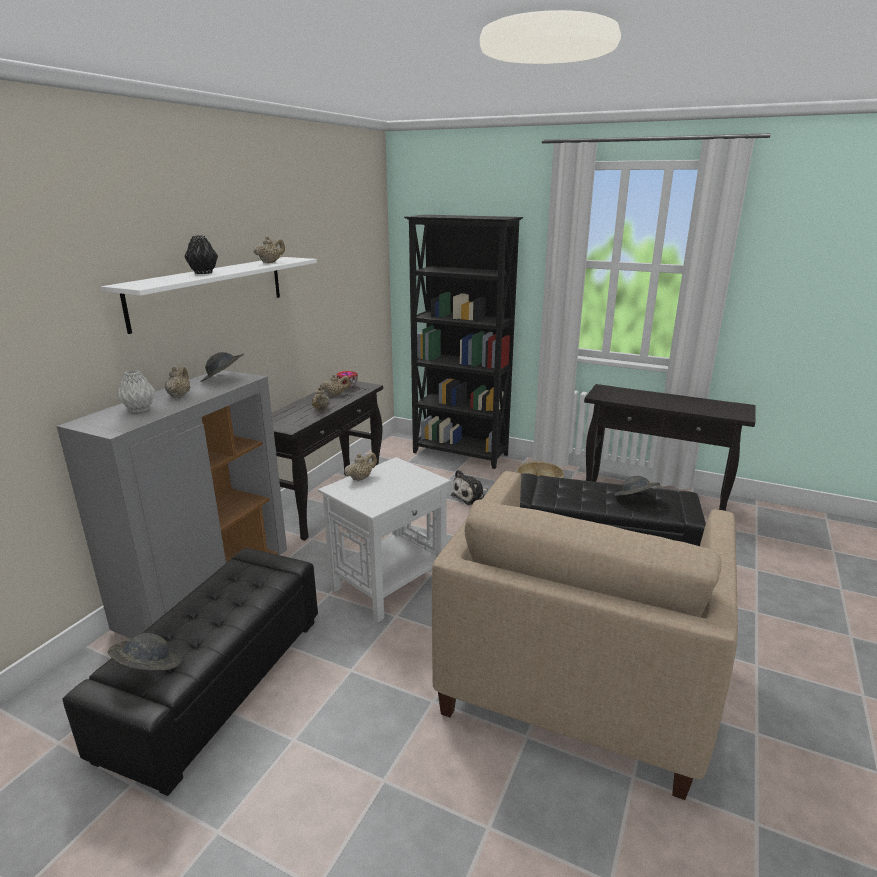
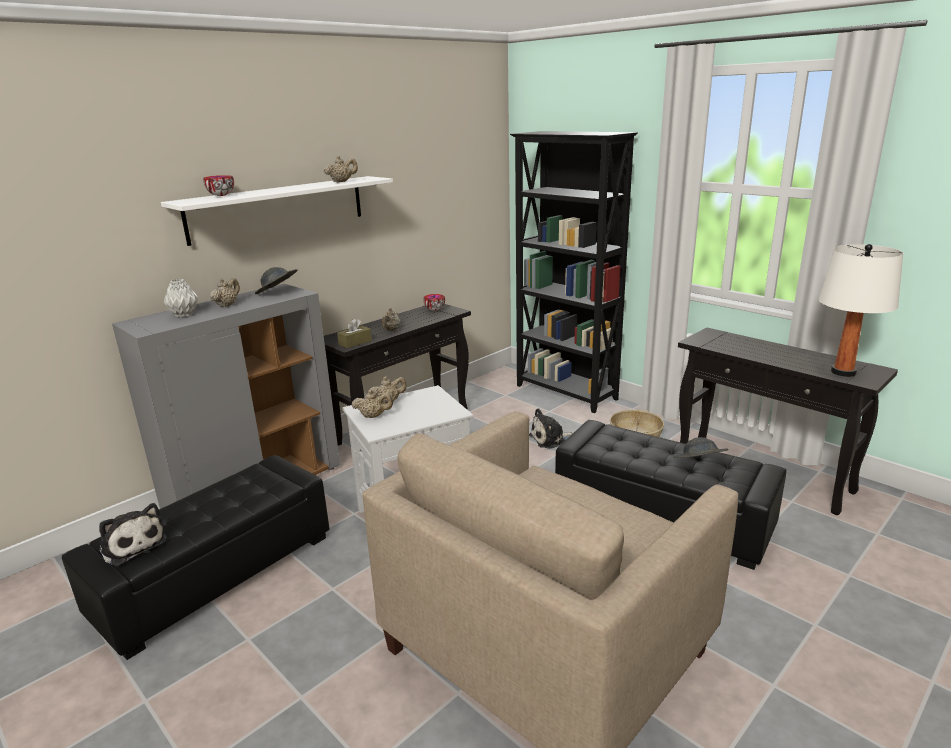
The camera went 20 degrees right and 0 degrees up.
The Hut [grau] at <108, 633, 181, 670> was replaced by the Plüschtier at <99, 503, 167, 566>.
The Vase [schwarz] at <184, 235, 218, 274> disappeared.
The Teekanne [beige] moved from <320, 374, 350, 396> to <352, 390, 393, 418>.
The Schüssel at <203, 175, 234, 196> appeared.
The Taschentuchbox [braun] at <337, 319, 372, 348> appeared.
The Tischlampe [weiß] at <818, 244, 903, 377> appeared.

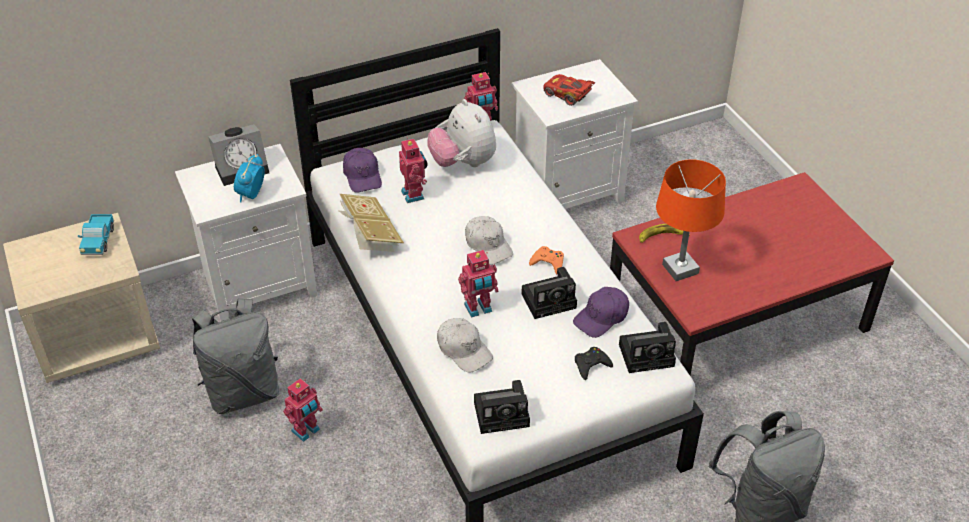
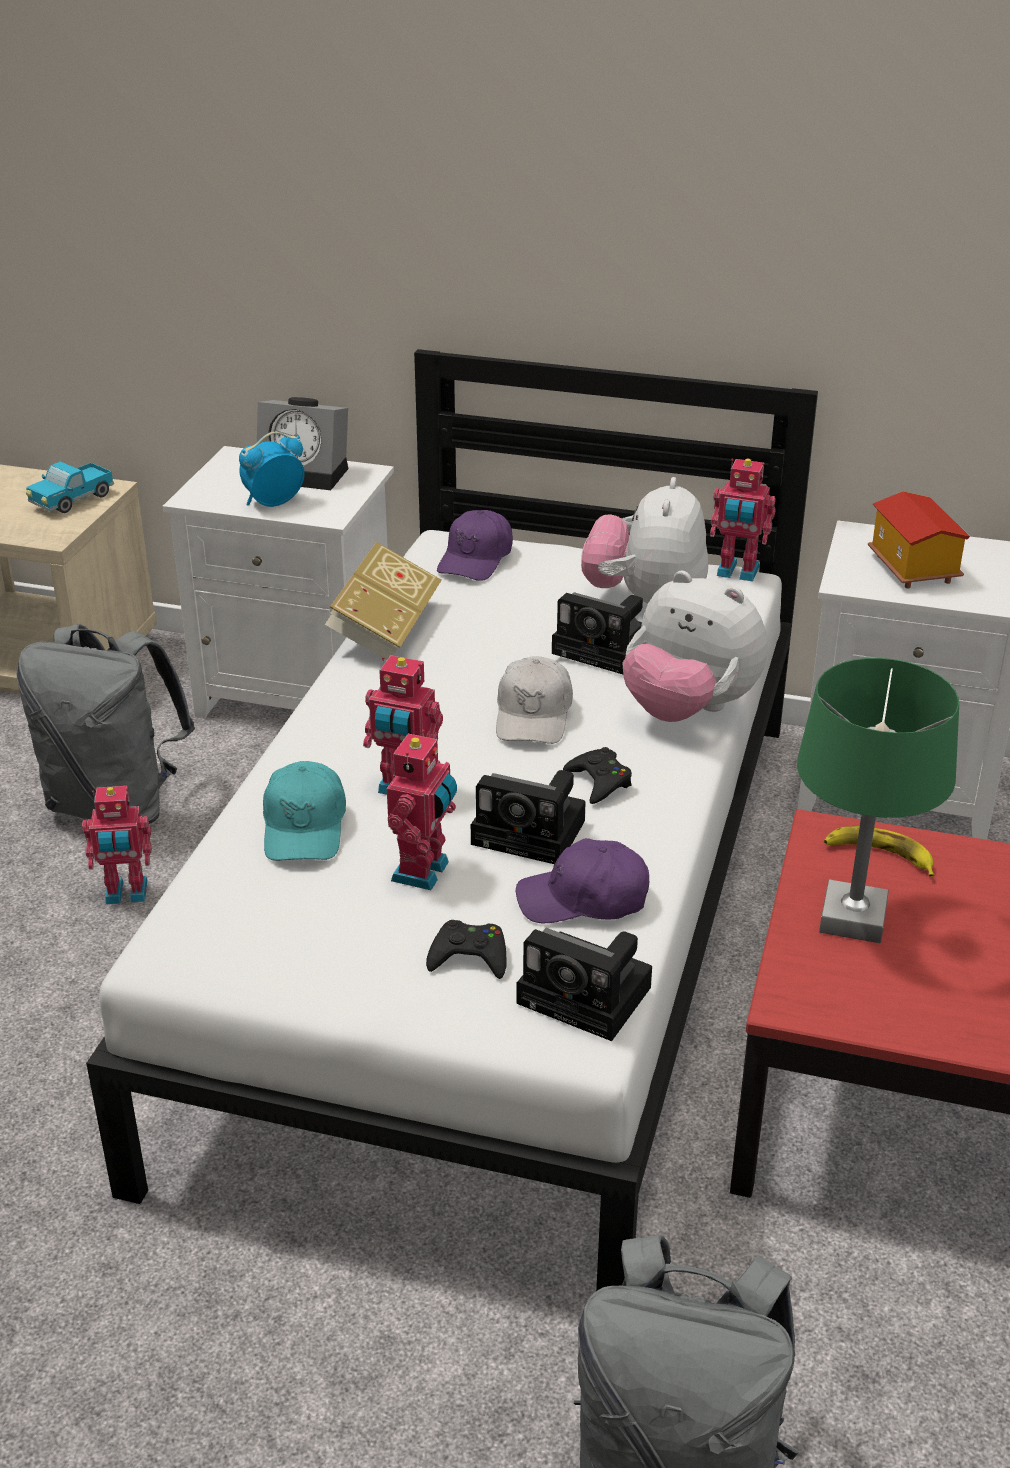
The camera went 40 degrees right and 10 degrees down.
The Spielzeugroboter moved from <399, 137, 428, 203> to <387, 730, 457, 890>.
The Kappe [weiß] at <437, 318, 493, 372> became the Kappe [türkis] at <263, 761, 346, 861>.
The Kamera moved from <474, 380, 530, 434> to <552, 592, 643, 674>.
The Gamepad [orange] at <529, 246, 564, 274> became the Gamepad [schwarz] at <563, 747, 632, 804>.
The Spielzeugauto [rot] at <543, 74, 596, 106> was replaced by the Spielzeughaus at <868, 491, 970, 588>.
The Tischlampe [orange] at <656, 159, 726, 281> became the Tischlampe [grün] at <797, 658, 959, 943>.
The Plüschtier at <623, 571, 768, 722> appeared.

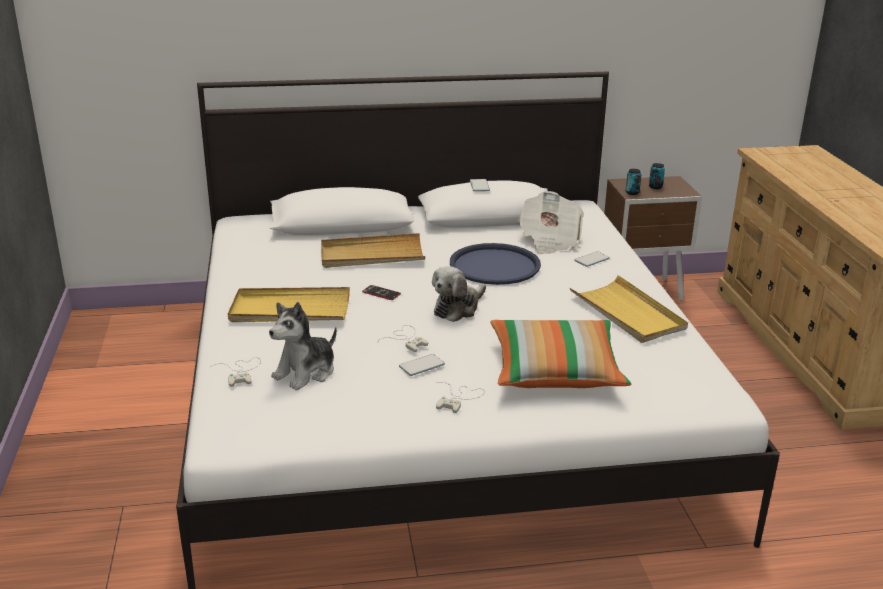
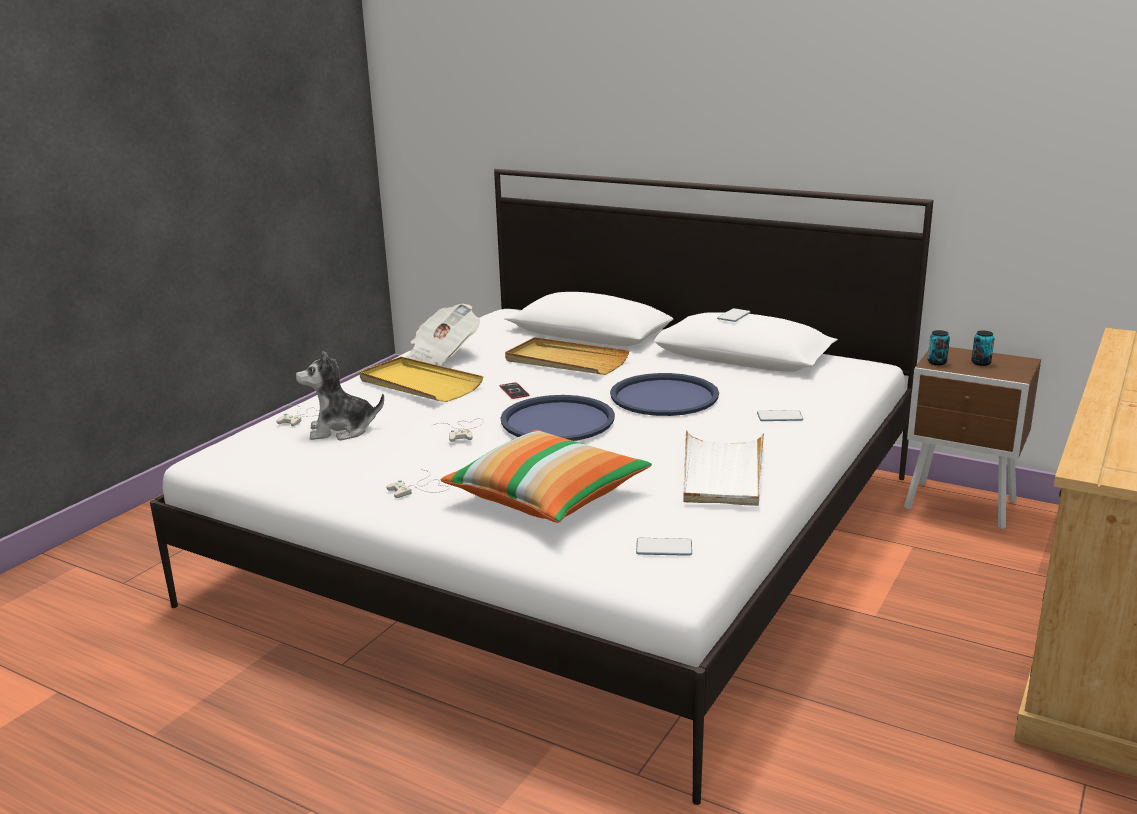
The camera went 40 degrees right and 5 degrees down.
The Handy moved from <399, 354, 445, 376> to <636, 538, 692, 556>.
The Plüschtier at <432, 266, 486, 322> was replaced by the Tablett [blau] at <500, 395, 615, 441>.
The Zeitung moved from <518, 191, 584, 254> to <406, 304, 480, 364>.
The Tablett [gelb] at <570, 275, 688, 343> became the Tablett [weiß] at <683, 430, 764, 506>.

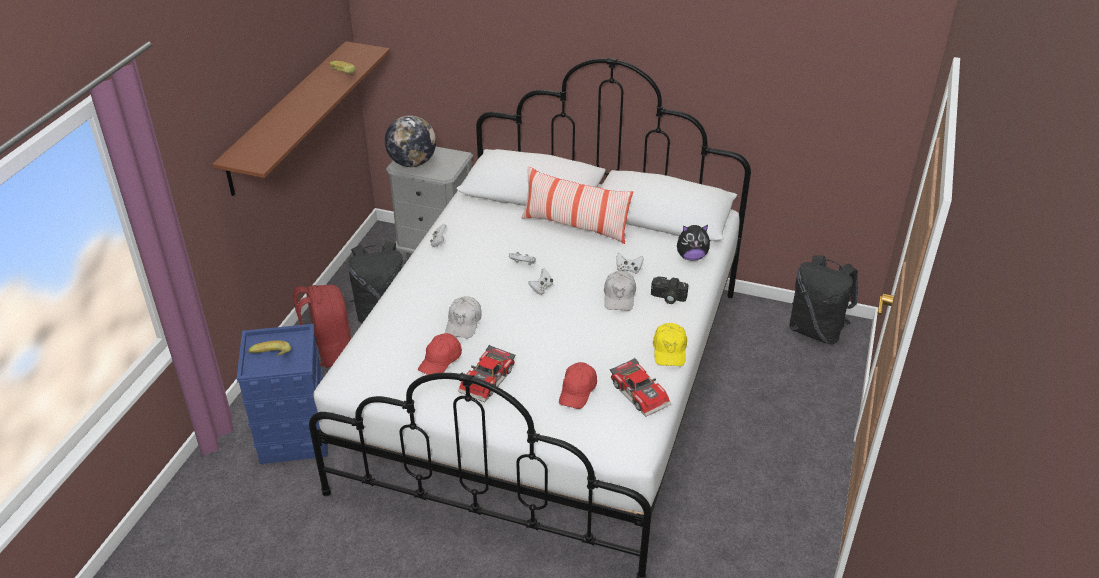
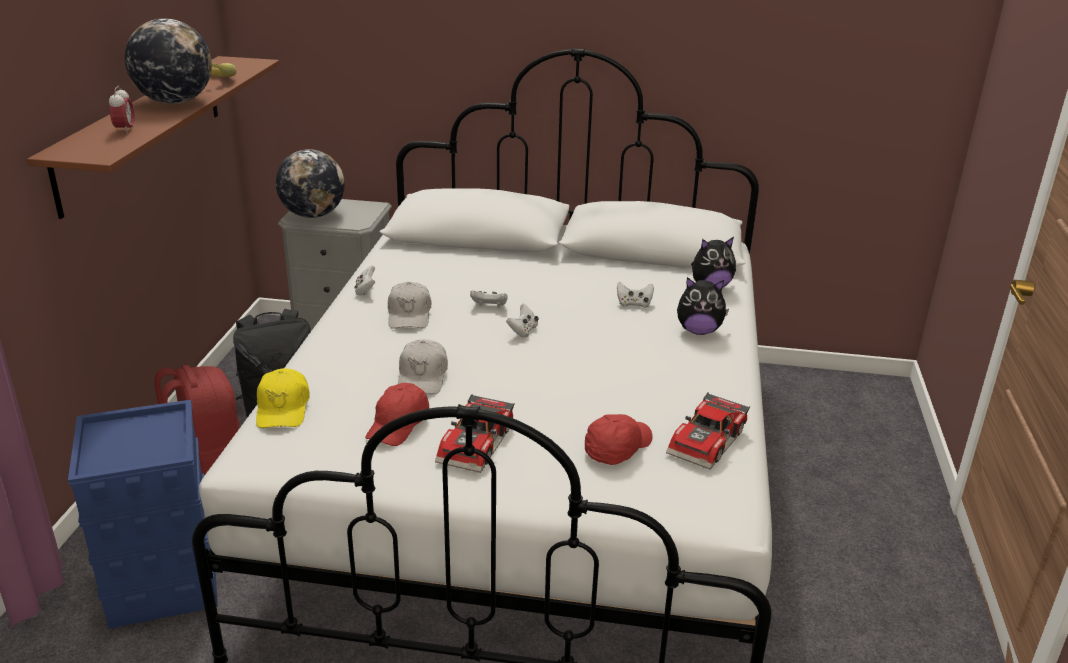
The camera went 10 degrees left and 10 degrees down.
The Banane at <248, 340, 291, 357> disappeared.
The Kissen at <521, 166, 633, 244> disappeared.
The Kappe [rot] at <559, 362, 597, 409> turned 150 degrees counterclockwise.
The Kappe [weiß] moved from <604, 271, 636, 311> to <388, 282, 431, 329>.
The Spielzeugauto at <610, 358, 671, 417> turned 75 degrees clockwise.
The Kamera at <651, 276, 689, 304> was replaced by the Plüschtier at <677, 277, 729, 335>.
The Kappe [gelb] moved from <653, 323, 687, 366> to <256, 368, 310, 428>.
The Rucksack [schwarz] at <789, 255, 858, 344> disappeared.
The Wecker at <109, 86, 134, 134> appeared.
The Globus at <125, 18, 212, 104> appeared.

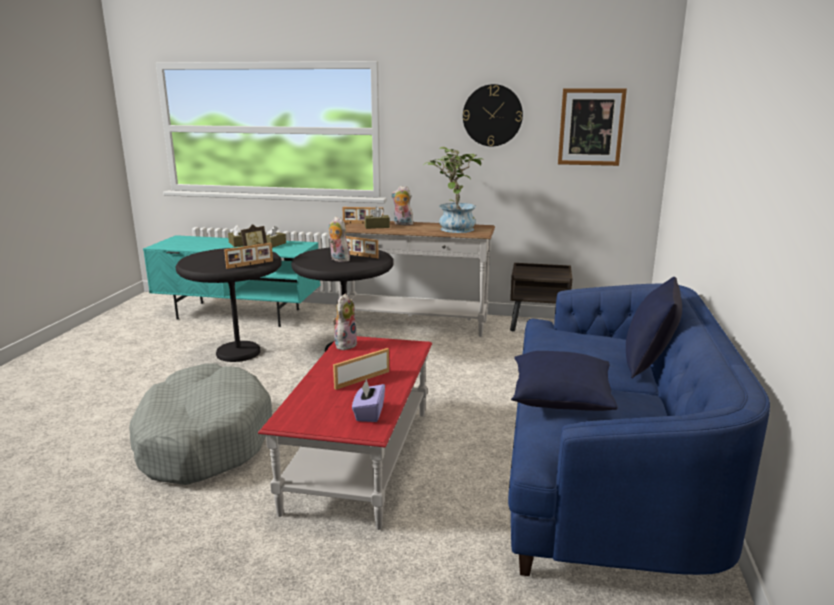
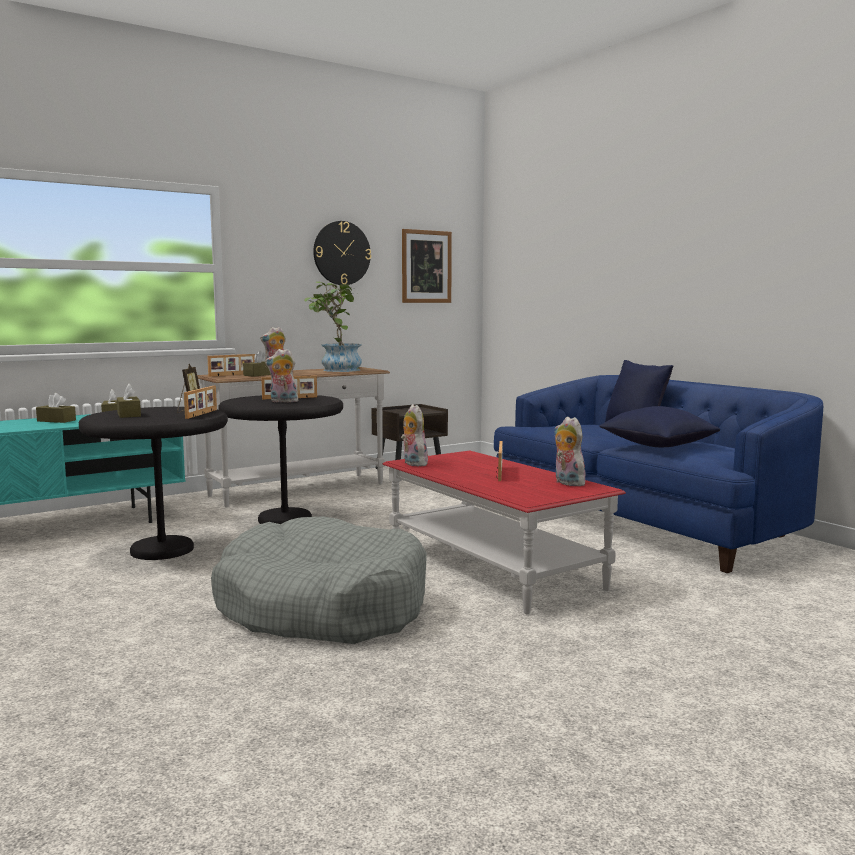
The camera went 45 degrees left and 10 degrees down.
The Taschentuchbox [lila] at <352, 379, 385, 422> was replaced by the Plüschtier at <555, 417, 585, 486>.
The Taschentuchbox [braun] at <117, 384, 141, 418> appeared.

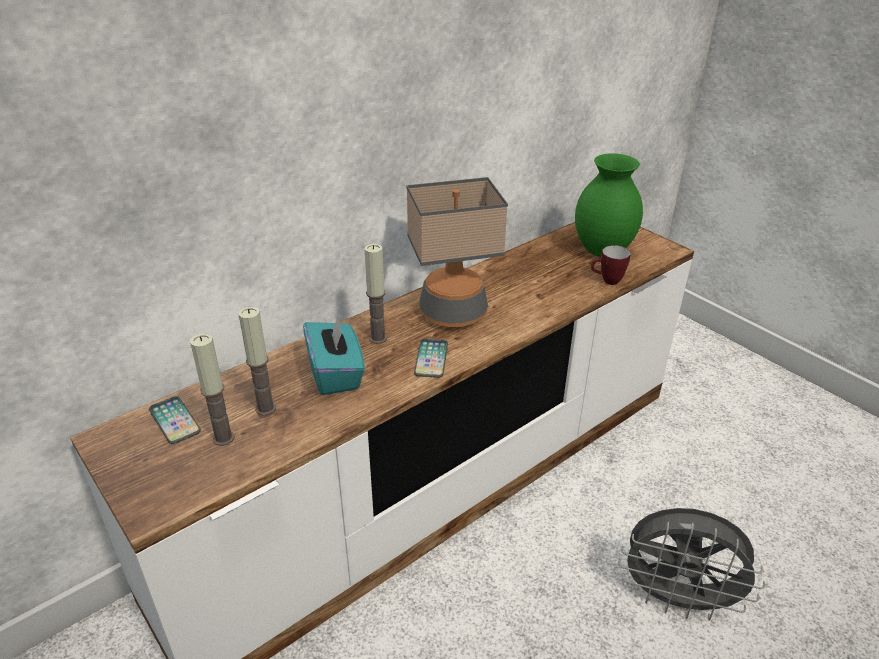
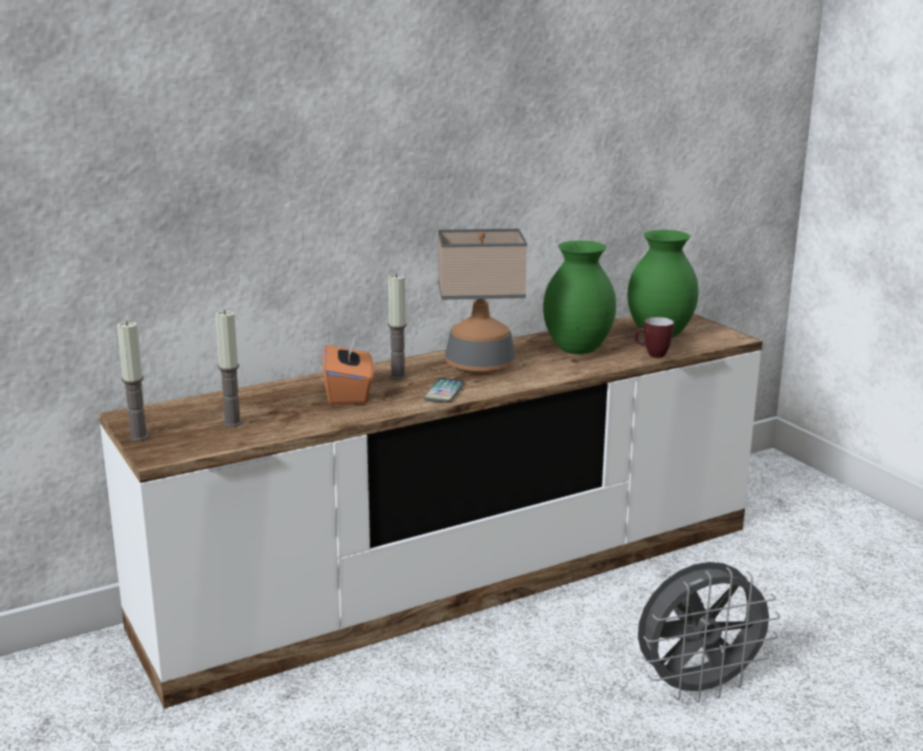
The camera went 10 degrees right and 15 degrees down.
The Handy at <149, 396, 201, 444> disappeared.
The Kerze moved from <238, 307, 276, 416> to <117, 321, 149, 441>.
The Taschentuchbox [türkis] at <303, 316, 365, 395> became the Taschentuchbox [orange] at <322, 334, 373, 405>.
The Ventilator [grau] at <618, 508, 765, 621> turned 45 degrees counterclockwise.
The Vase [grün] at <543, 241, 616, 354> appeared.

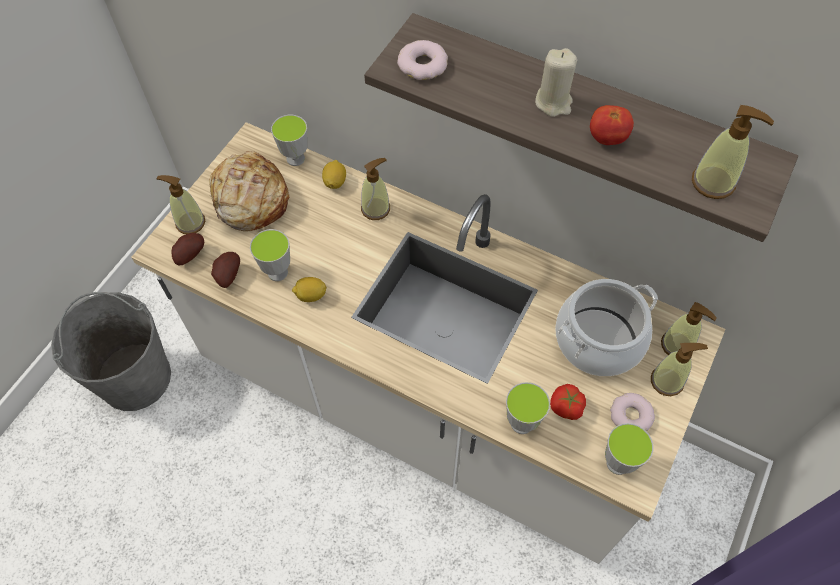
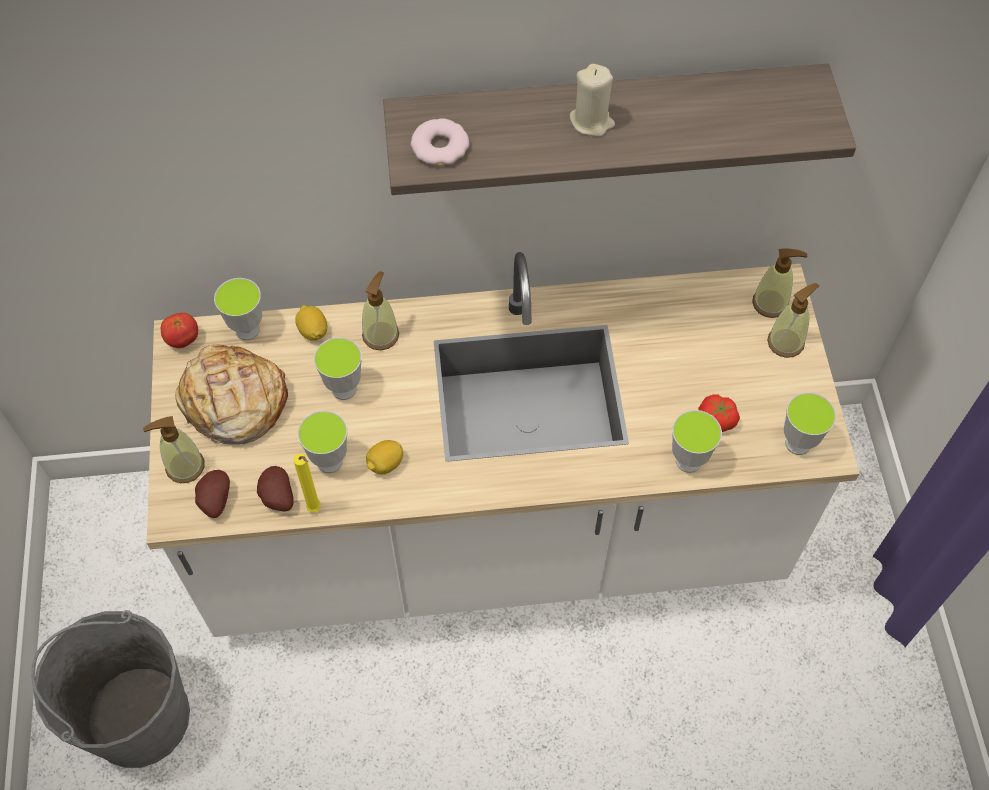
The camera went 35 degrees left and 0 degrees up.
The Kochtopf at <555, 279, 658, 376> disappeared.
The Tomate moved from <590, 105, 634, 145> to <161, 313, 198, 348>.
The Donut at <610, 393, 655, 431> disappeared.
The Seifenspender at <692, 105, 774, 199> disappeared.
The Kerze [gelb] at <293, 454, 321, 512> appeared.
The Tasse at <314, 337, 362, 400> appeared.

